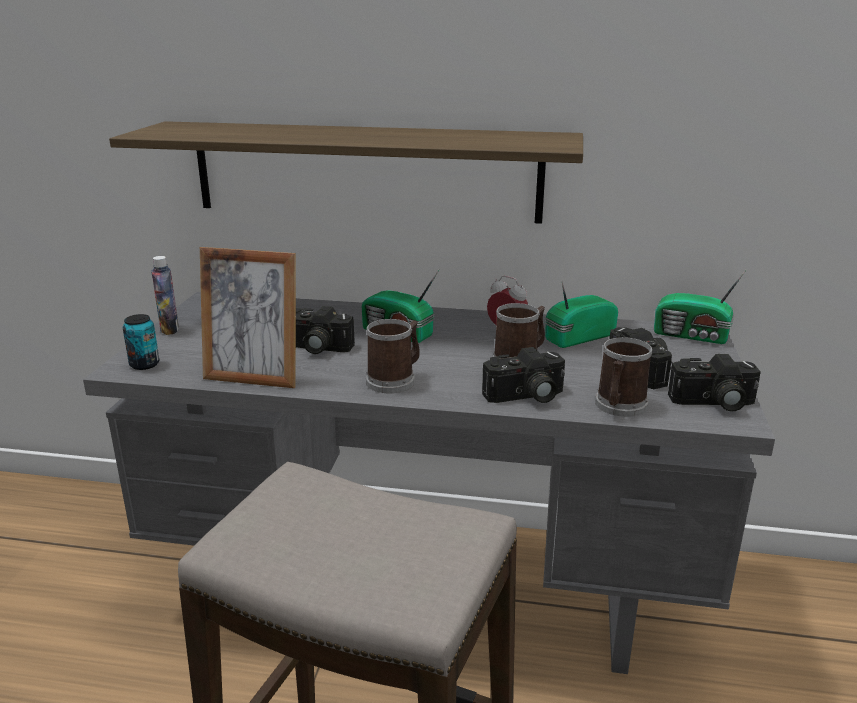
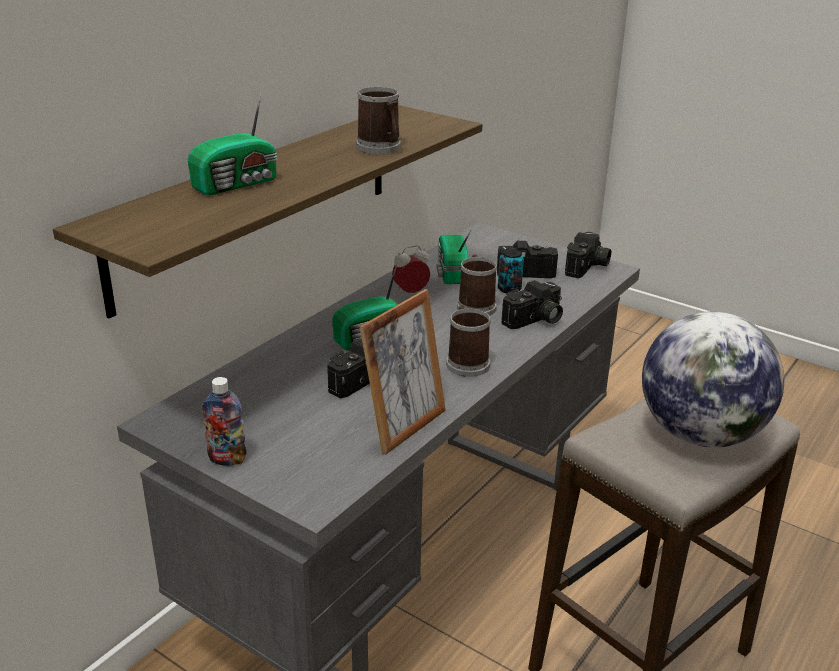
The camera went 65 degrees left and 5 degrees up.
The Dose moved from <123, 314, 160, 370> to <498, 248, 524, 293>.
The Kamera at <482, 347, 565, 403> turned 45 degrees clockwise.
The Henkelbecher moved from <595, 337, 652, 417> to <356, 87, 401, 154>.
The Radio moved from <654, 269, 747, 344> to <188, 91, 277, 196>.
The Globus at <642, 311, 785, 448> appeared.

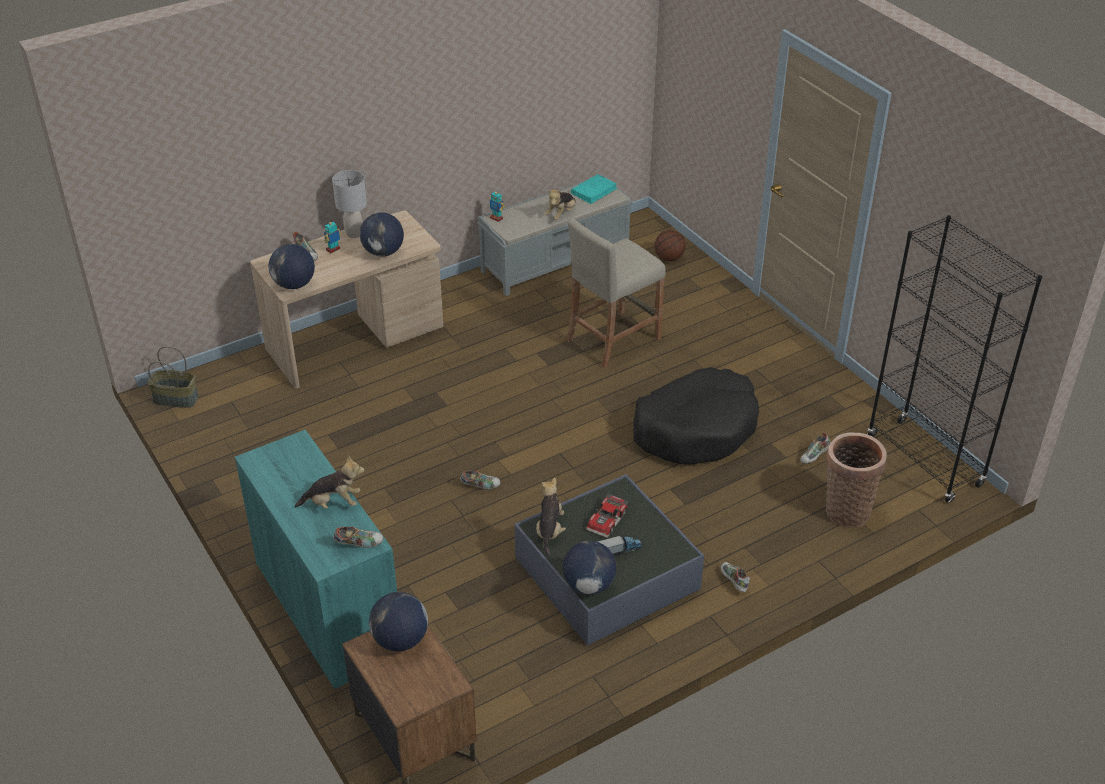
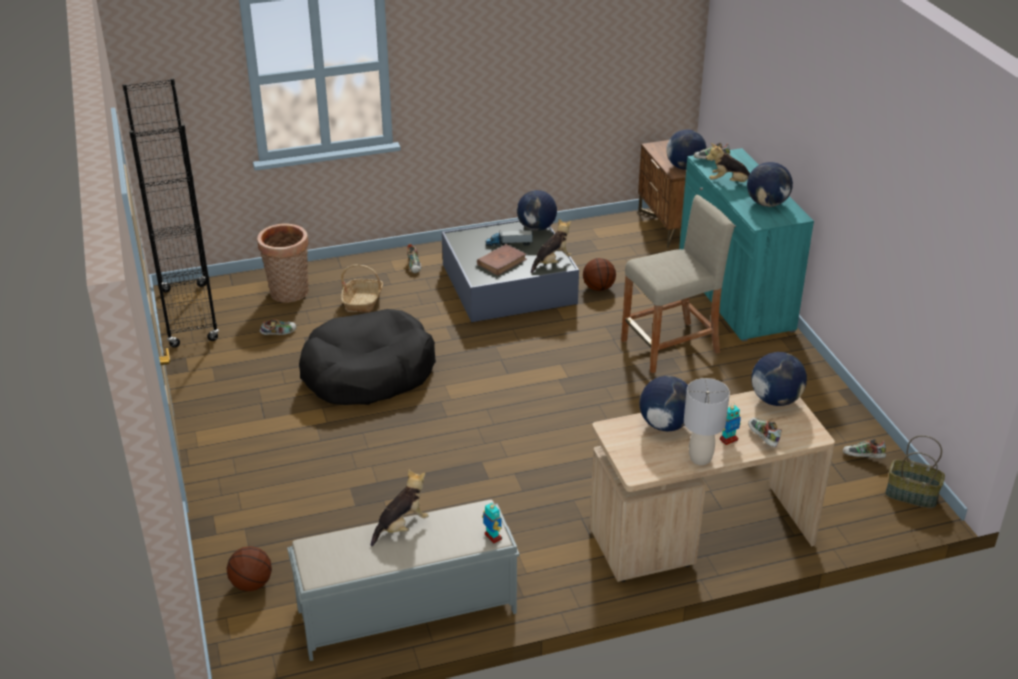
The camera went 165 degrees left and 5 degrees down.
The Schuh moved from <460, 471, 501, 489> to <843, 439, 886, 458>.
The Plüschtier at <536, 477, 566, 557> turned 150 degrees counterclockwise.
The Hocker [beige] moved from <566, 218, 666, 368> to <621, 195, 734, 373>.
The Buch [türkis] at <571, 174, 618, 204> disappeared.
The Spielzeugauto at <586, 493, 629, 538> was replaced by the Buch [braun] at <477, 244, 527, 275>.
The Korb at <341, 265, 383, 312> appeared.
The Basketball at <583, 258, 616, 291> appeared.
The Globus at <747, 162, 793, 207> appeared.

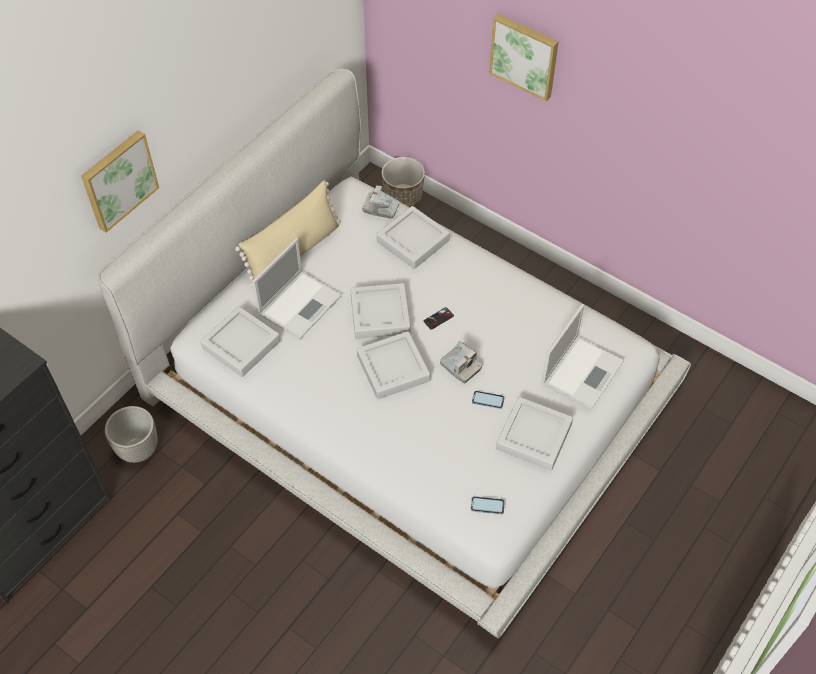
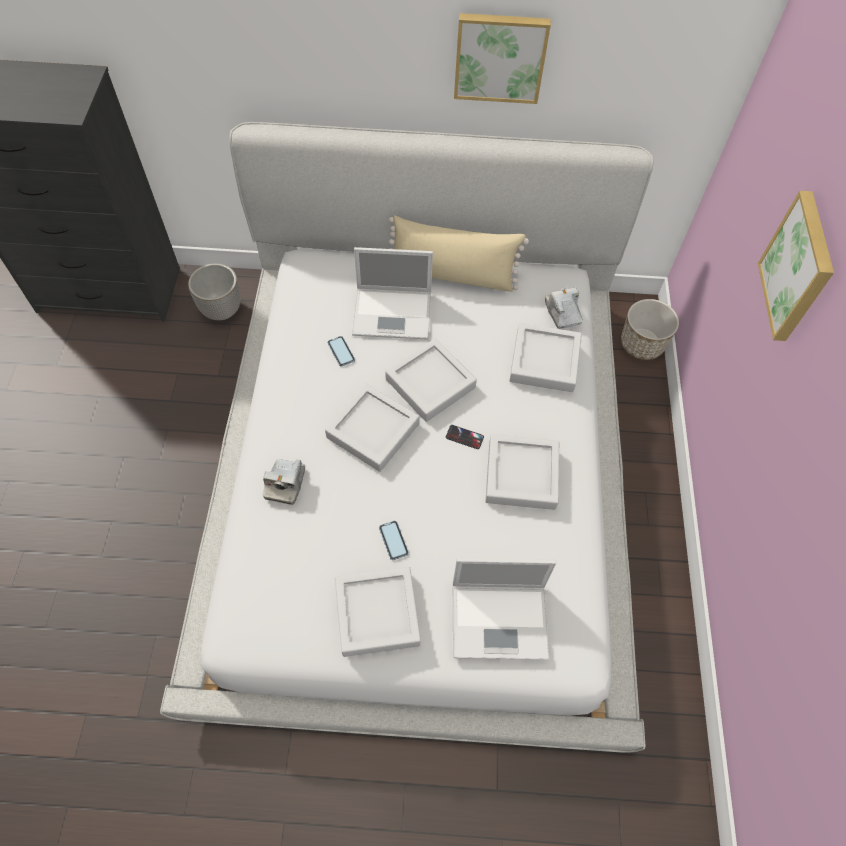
The camera went 55 degrees right and 5 degrees up.
The Bild moved from <81, 130, 159, 233> to <454, 13, 551, 104>.
The Tablett [grau] moved from <200, 306, 280, 377> to <485, 434, 559, 510>.
The Kamera moved from <440, 341, 482, 383> to <263, 459, 305, 505>.
The Handy moved from <471, 496, 505, 515> to <328, 336, 355, 367>.

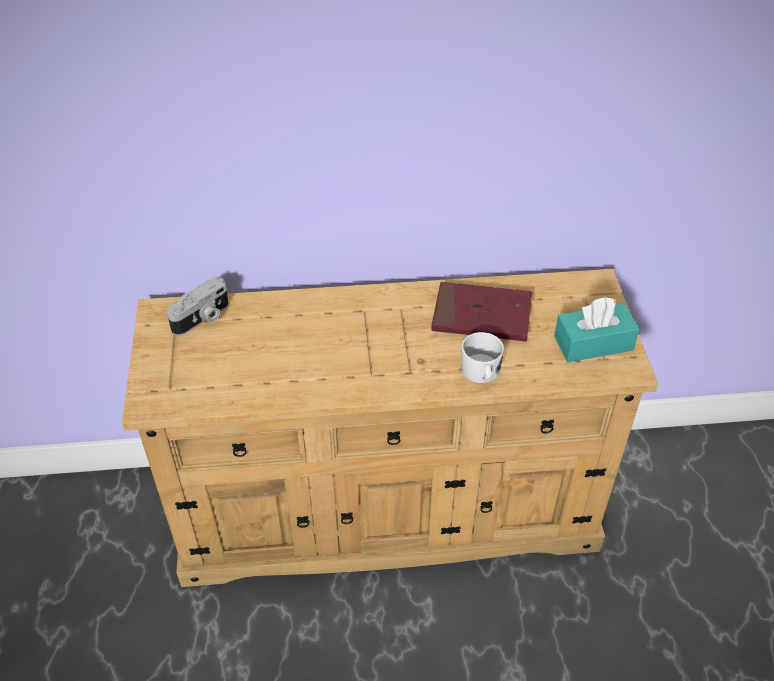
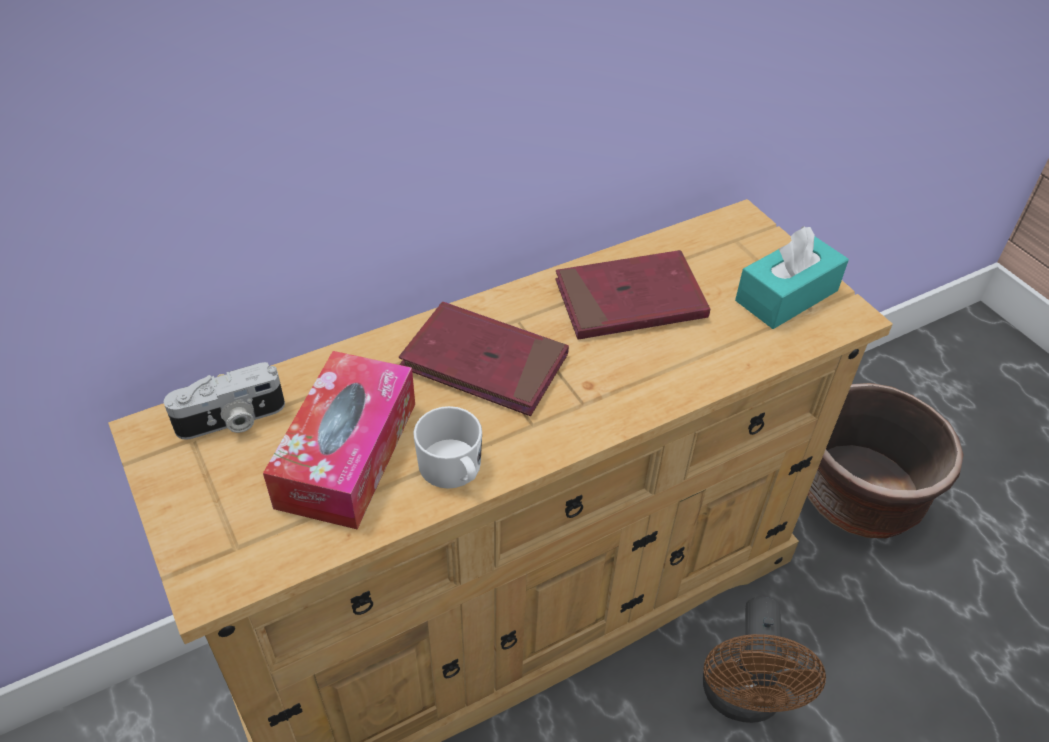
The camera went 25 degrees left and 0 degrees up.
The Kamera at <167, 277, 229, 336> turned 45 degrees clockwise.
The Henkelbecher [weiß] moved from <461, 332, 504, 383> to <413, 406, 482, 489>.
The Taschentuchbox at <263, 351, 415, 529> appeared.
The Buch [rot] at <399, 302, 569, 416> appeared.
The Ventilator [braun] at <703, 596, 826, 723> appeared.
The Pflanzkübel [braun] at <807, 383, 964, 538> appeared.

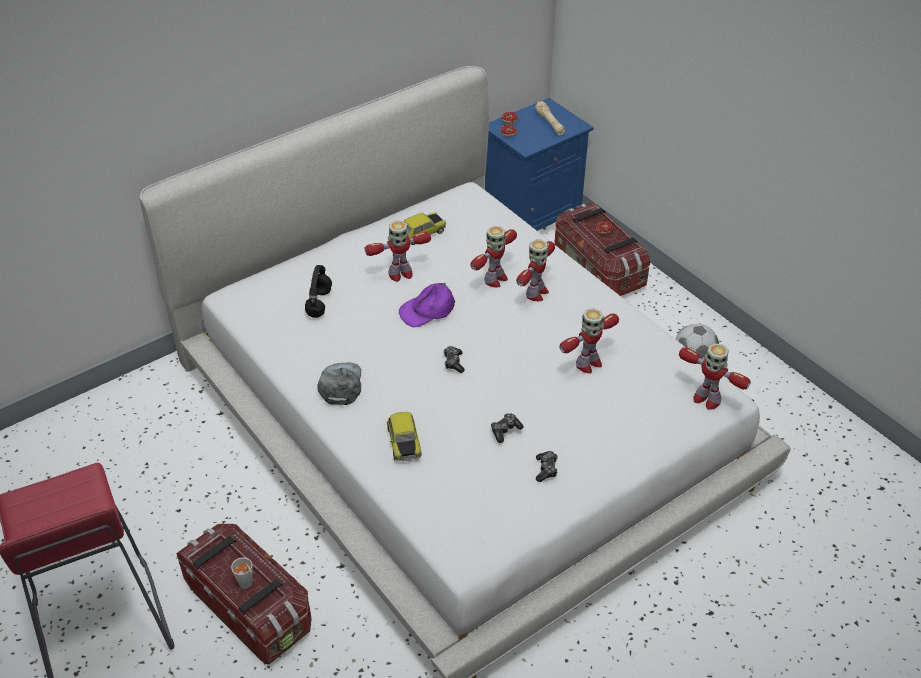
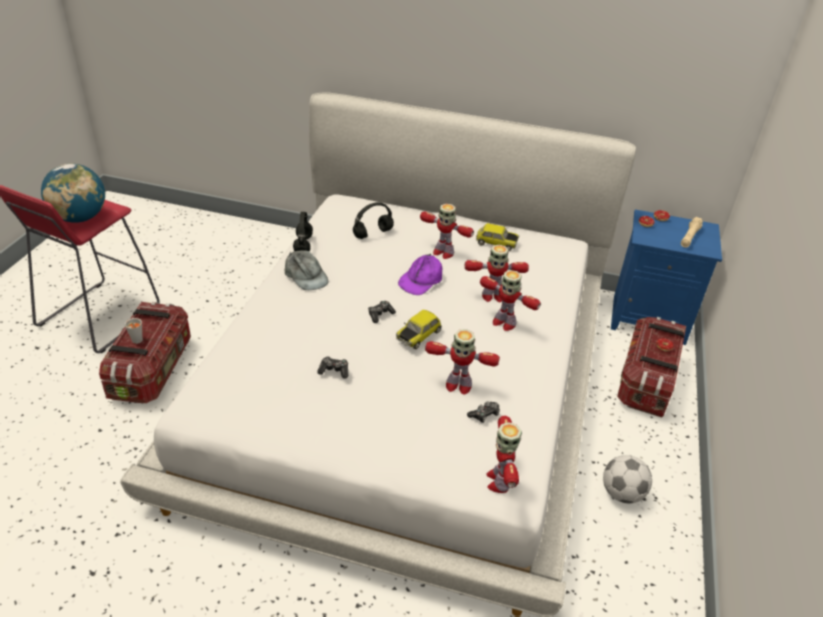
The camera went 50 degrees right and 5 degrees down.
The Kappe [grau] at <317, 362, 361, 405> turned 90 degrees clockwise.
The Spielzeugauto moved from <387, 412, 422, 461> to <396, 310, 442, 349>.
The Kappe [lila] at <399, 283, 455, 327> turned 75 degrees counterclockwise.
The Spielzeugroboter at <516, 239, 555, 301> turned 45 degrees clockwise.
The Gamepad moved from <536, 451, 558, 482> to <467, 401, 500, 423>.
The Globus at <41, 163, 105, 223> appeared.
The Kopfhörer [schwarz] at <293, 212, 313, 252> appeared.

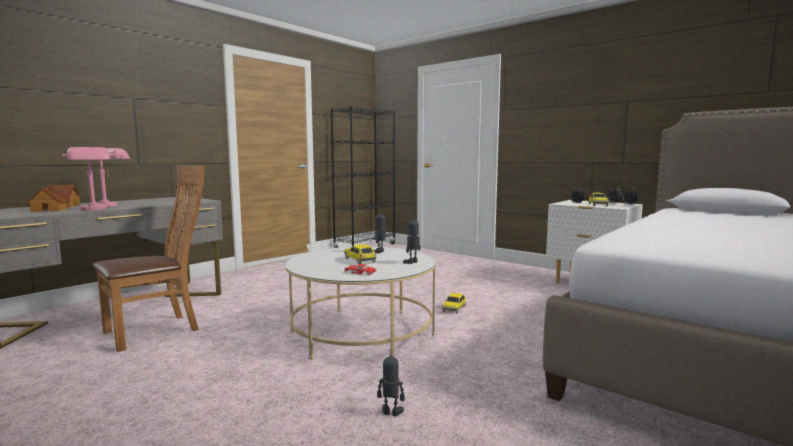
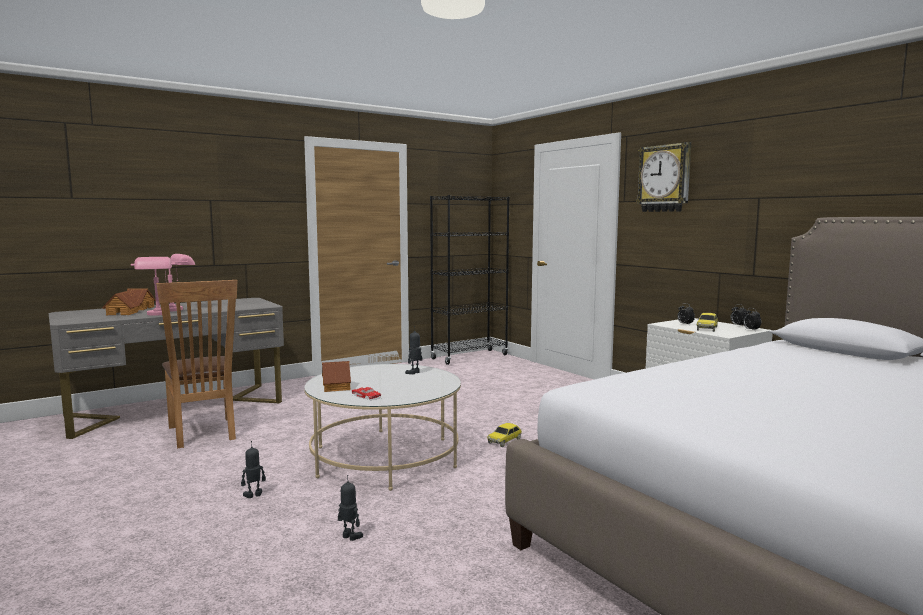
The camera went 15 degrees right and 0 degrees up.
The Stuhl [braun] at <93, 165, 205, 352> turned 90 degrees clockwise.
The Spielzeugauto at <344, 244, 376, 265> disappeared.
The Spielzeugroboter moved from <403, 218, 421, 264> to <241, 441, 266, 498>.
The Spielzeughaus at <322, 361, 351, 392> appeared.
The Wanduhr at <636, 142, 691, 212> appeared.

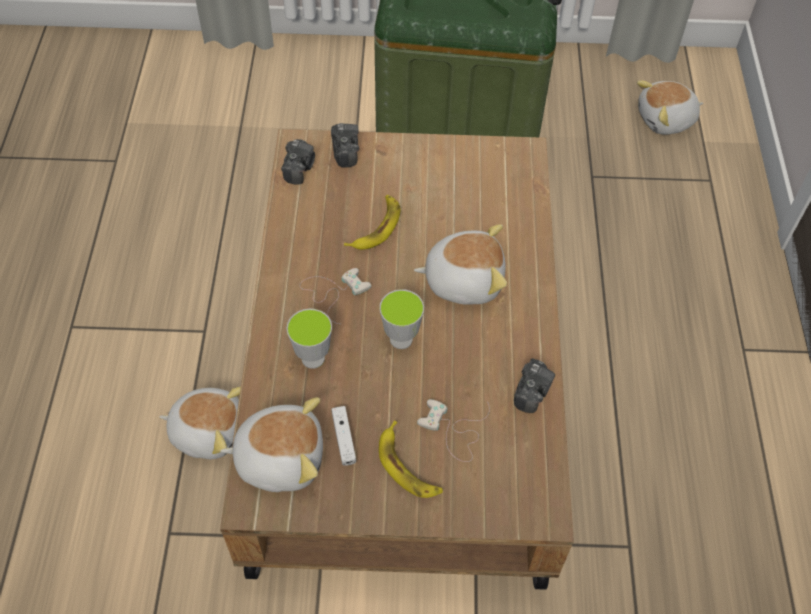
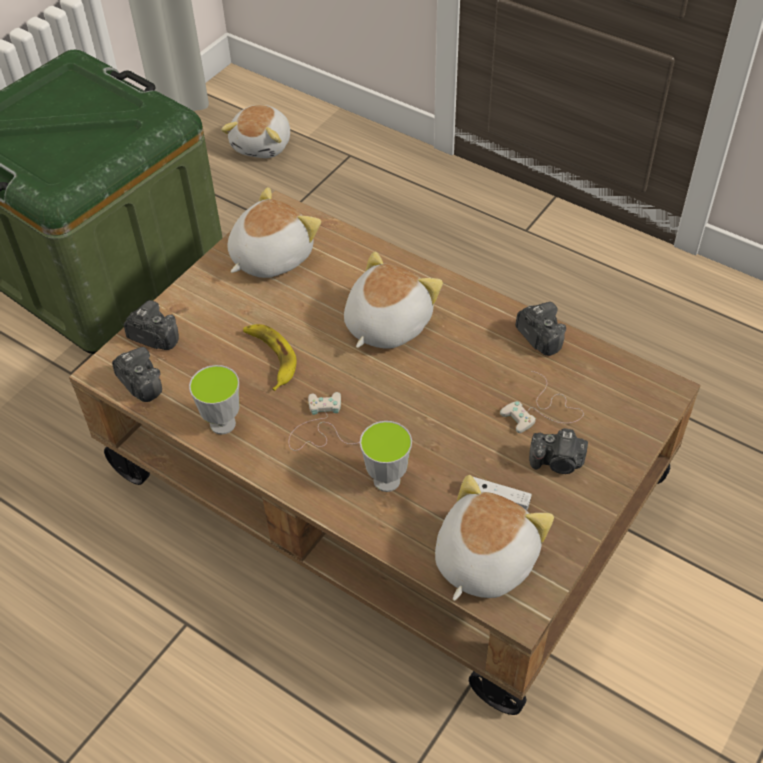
The camera went 55 degrees left and 5 degrees down.
The Plüschtier moved from <159, 387, 241, 459> to <228, 187, 321, 278>.
The Banane at <379, 420, 443, 498> was replaced by the Kamera at <529, 428, 588, 474>.
The Tasse moved from <380, 289, 424, 349> to <189, 365, 239, 434>.

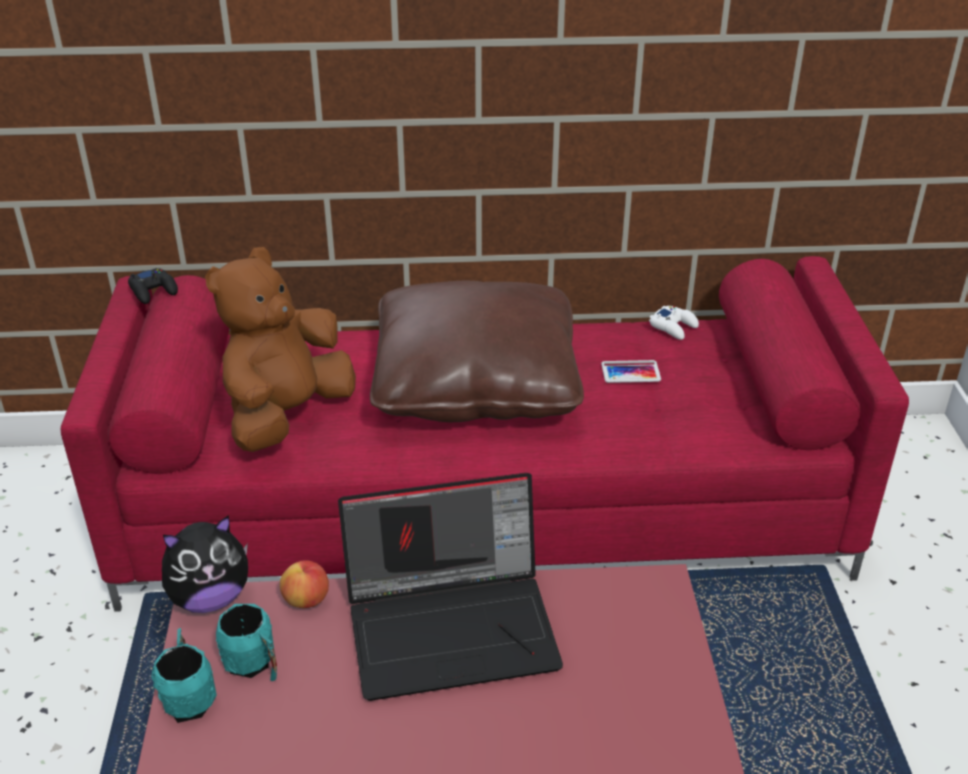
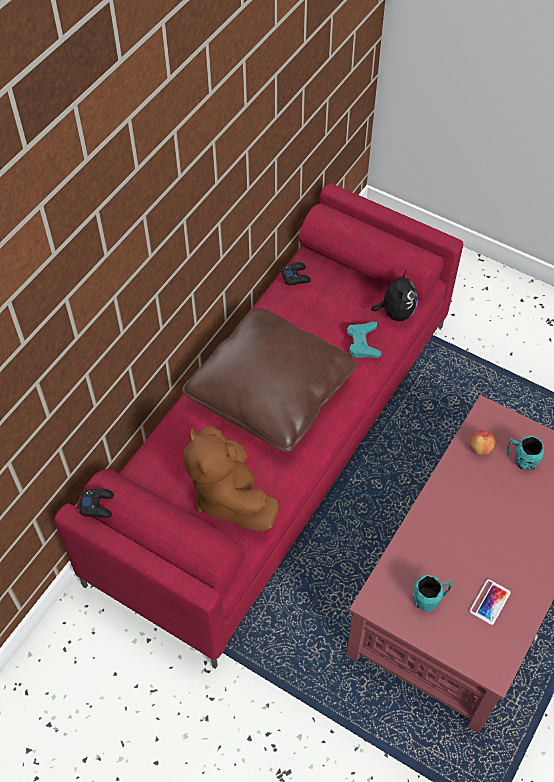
The camera went 55 degrees left and 20 degrees up.
The Henkelbecher [türkis] moved from <151, 628, 217, 723> to <507, 435, 544, 469>.
The Plüschtier moved from <162, 515, 248, 613> to <371, 271, 417, 321>.
The Apfel moved from <280, 560, 329, 608> to <471, 430, 496, 455>.
The Laptop at <338, 473, 563, 701> disappeared.
The Handy moved from <601, 360, 661, 383> to <469, 579, 511, 625>.
The Gamepad [weiß] at <649, 306, 699, 340> became the Gamepad [schwarz] at <281, 262, 311, 285>.
The Gamepad [türkis] at <347, 321, 381, 358> appeared.

